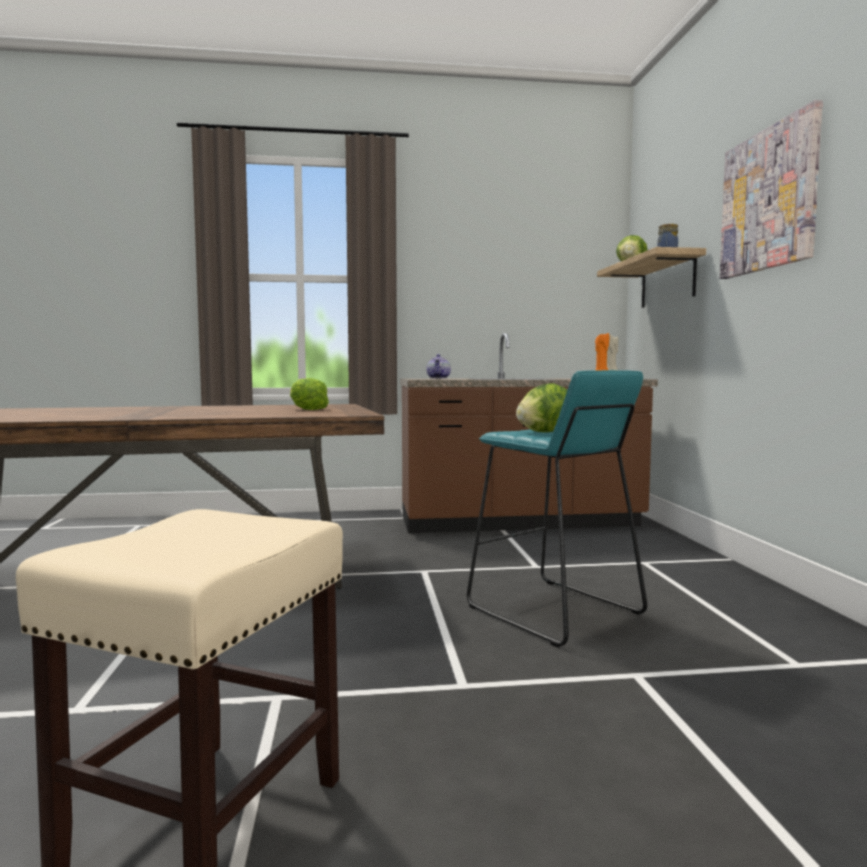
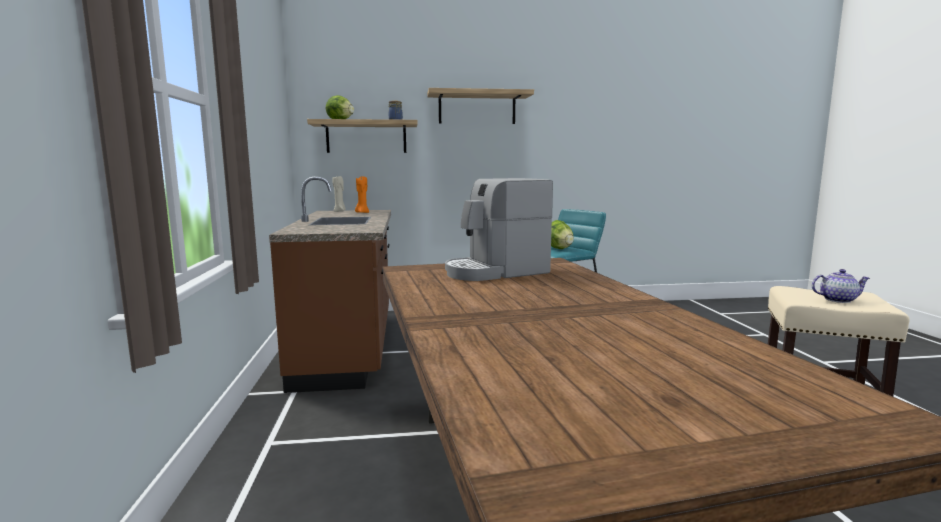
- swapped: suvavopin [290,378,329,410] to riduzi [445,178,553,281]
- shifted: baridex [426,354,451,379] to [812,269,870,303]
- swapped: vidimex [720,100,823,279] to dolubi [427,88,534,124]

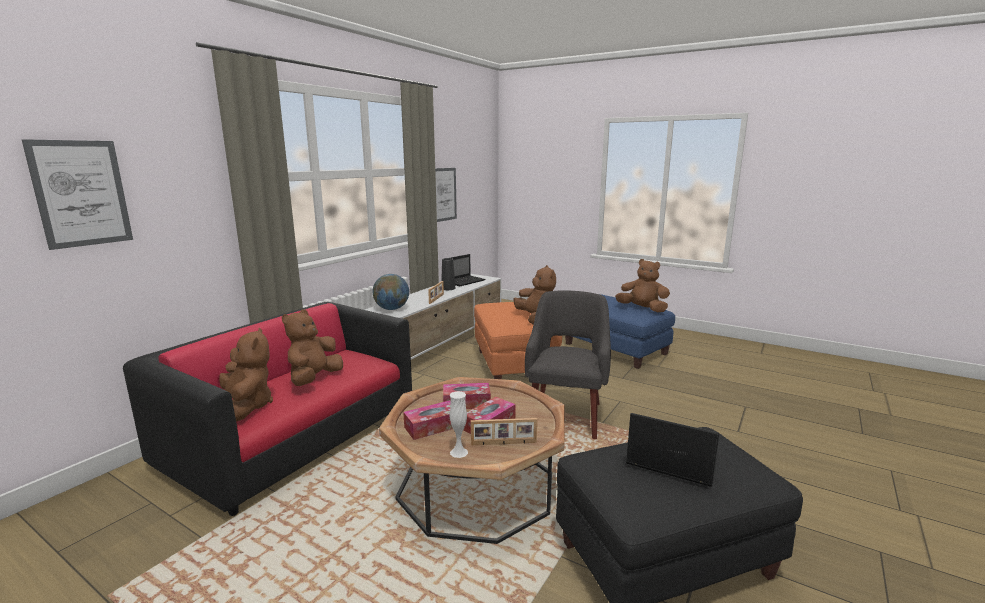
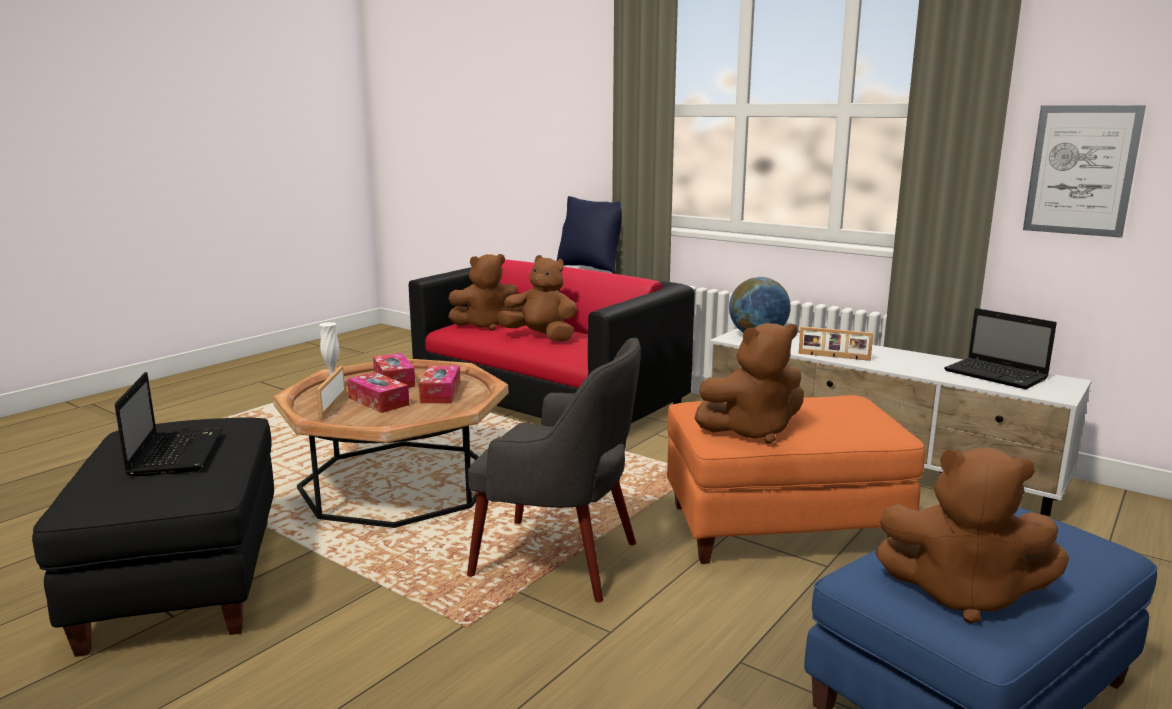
- gone: vidimex [22,139,133,250]
- gone: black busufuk [441,258,455,290]
- rotated: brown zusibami [615,259,670,312] = [875,448,1069,624] 75 degrees clockwise
- rotated: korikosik [626,413,719,487] = [114,372,222,476] 45 degrees counterclockwise
- new: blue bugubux [557,196,622,274]

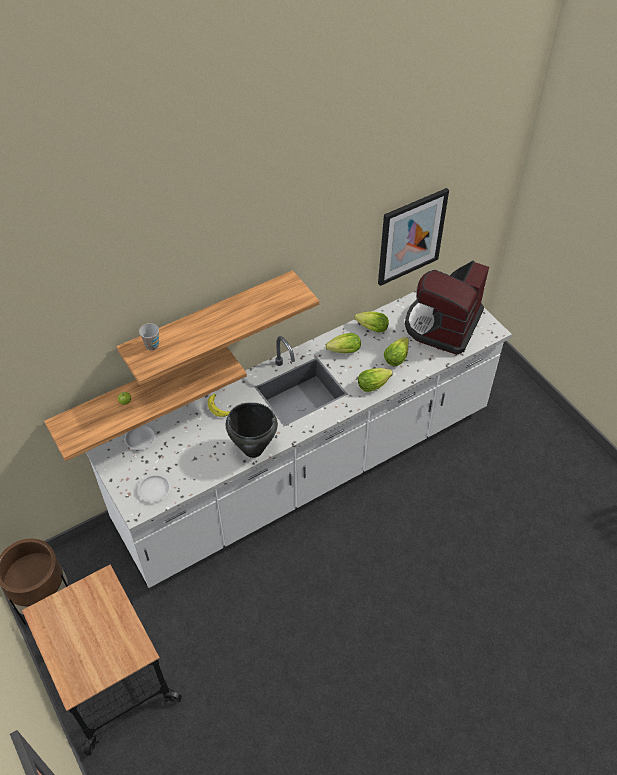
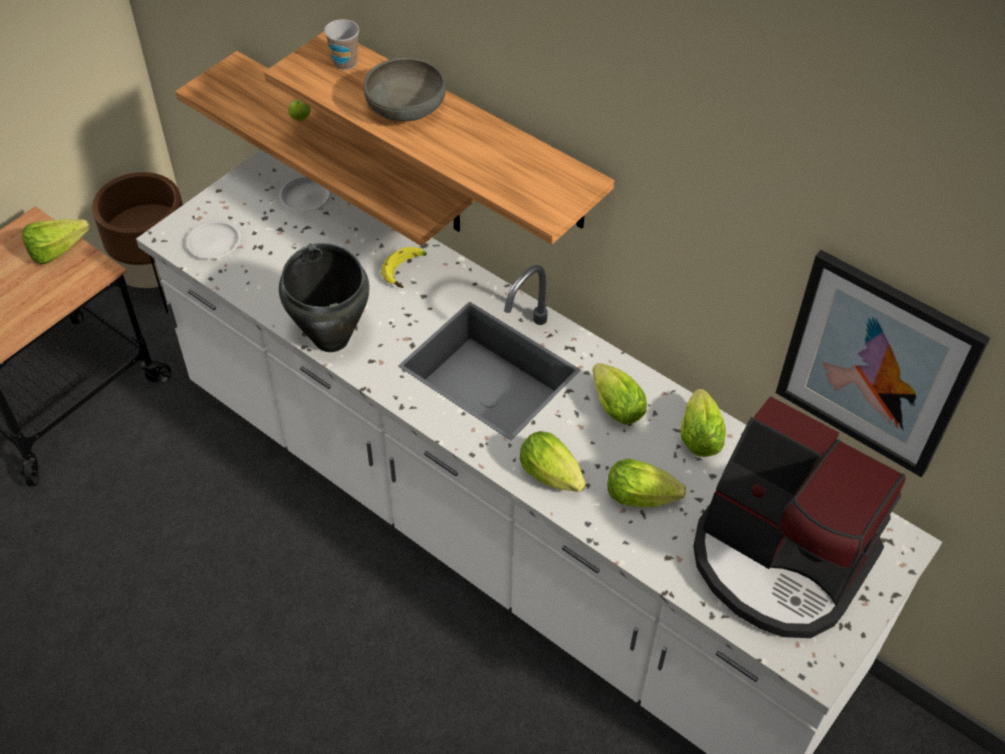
- rotated: riduzi [405,261,489,355] = [693,396,906,638] 150 degrees counterclockwise
- new: suvavopin [22,219,90,264]
- new: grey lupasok [364,57,446,121]

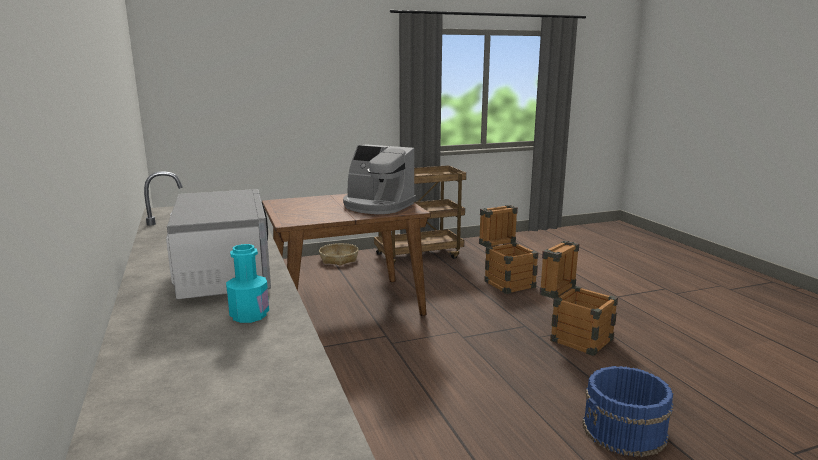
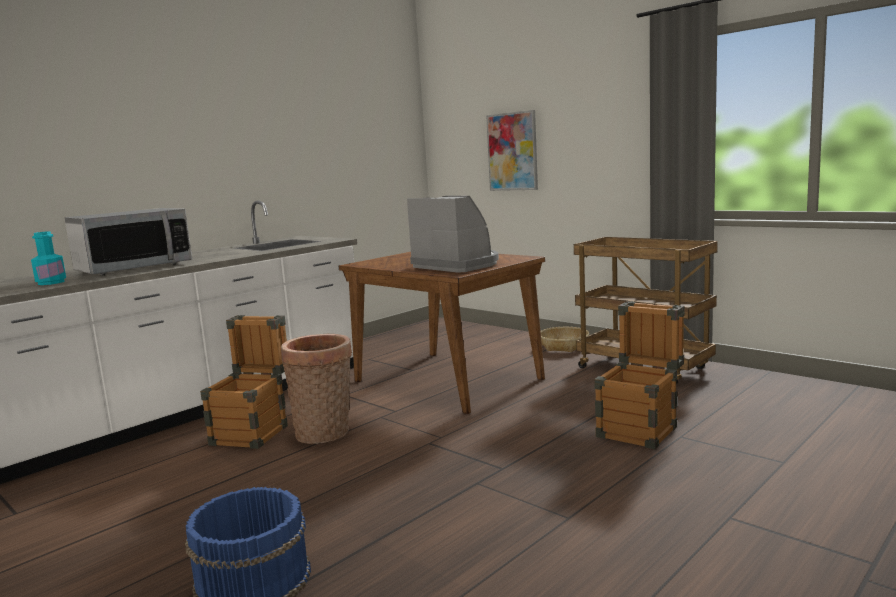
- rotated: riduzi [343,144,416,214] = [407,196,499,273] 135 degrees clockwise
- shifted: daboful [540,240,618,356] to [200,315,288,449]
- new: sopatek [281,334,352,444]
- new: vidimex [486,110,538,191]

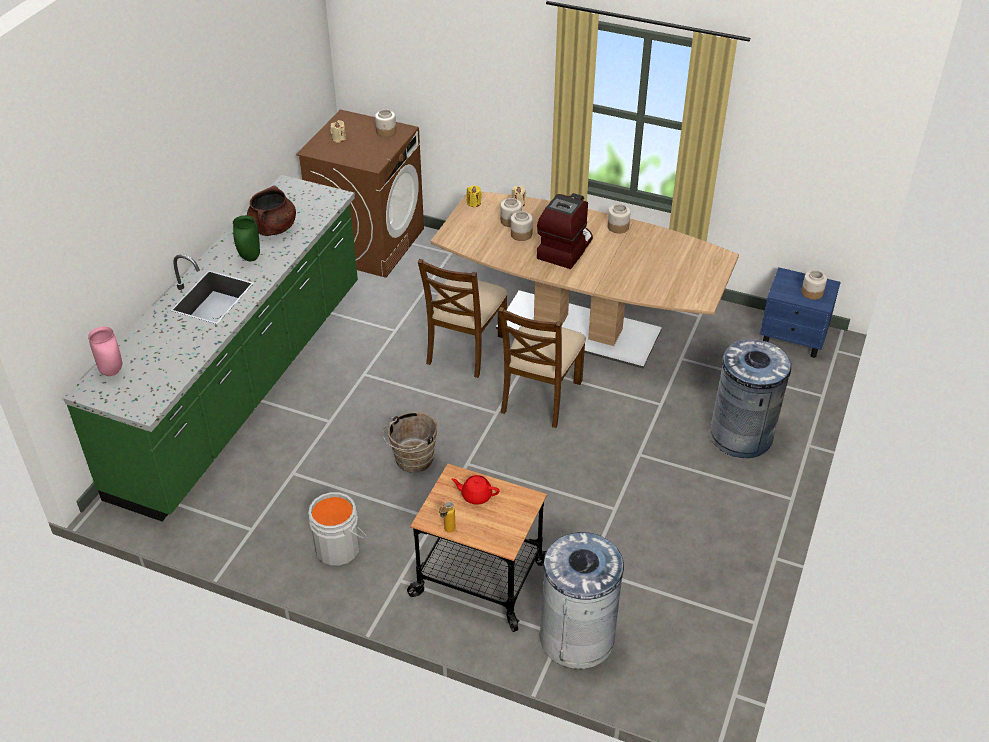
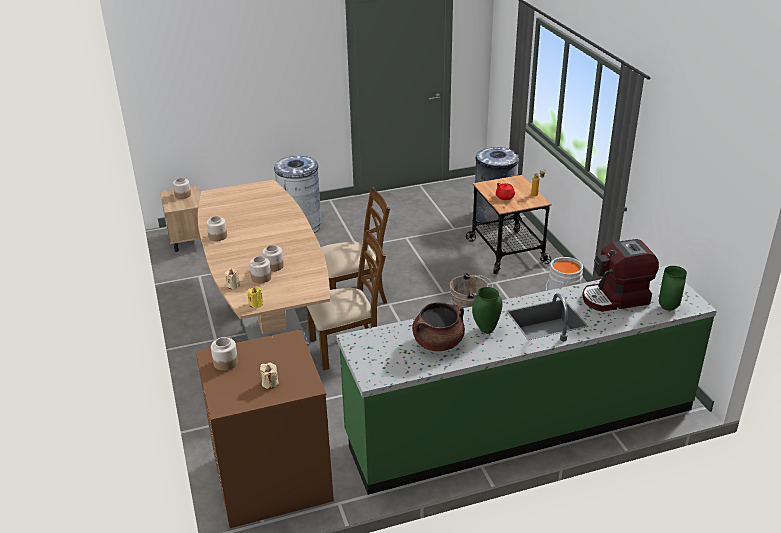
- repainted: pink busufuk [88,326,122,376] to green busufuk [659,266,687,311]
- shifted: riduzi [537,193,593,269] to [583,239,659,312]
- repainted: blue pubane [760,267,841,358] to beige pubane [160,186,203,252]

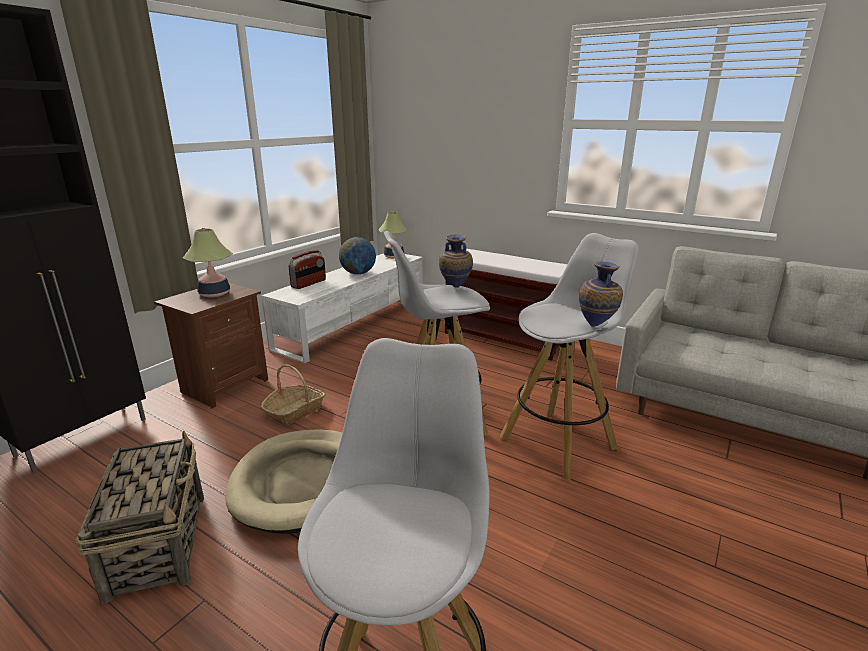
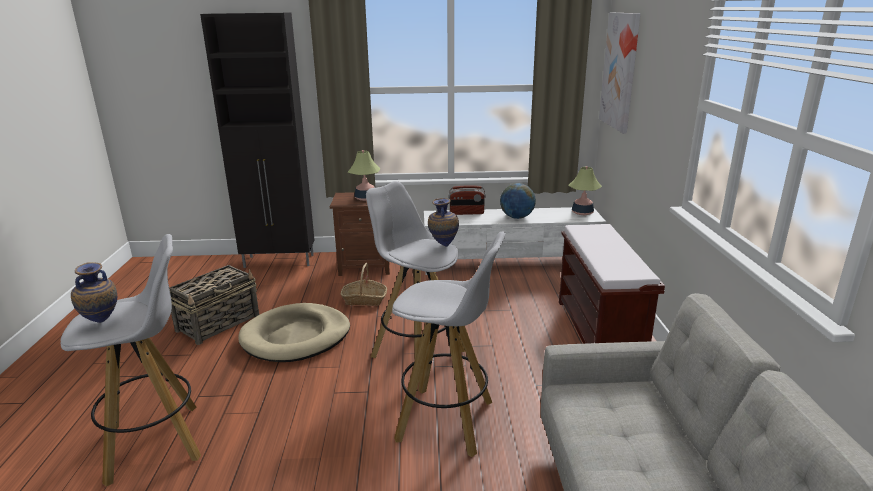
- shifted: busufuk [579,261,623,327] to [71,262,117,323]
- new: vidimex [599,13,640,134]

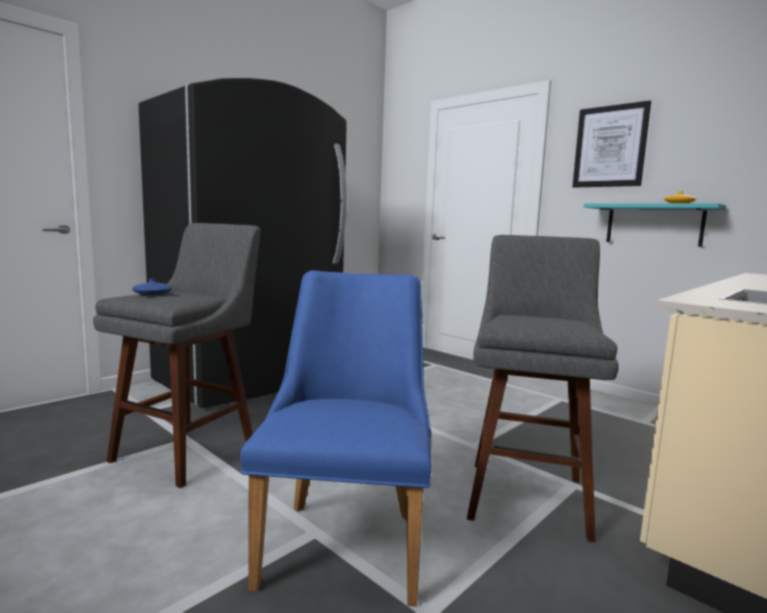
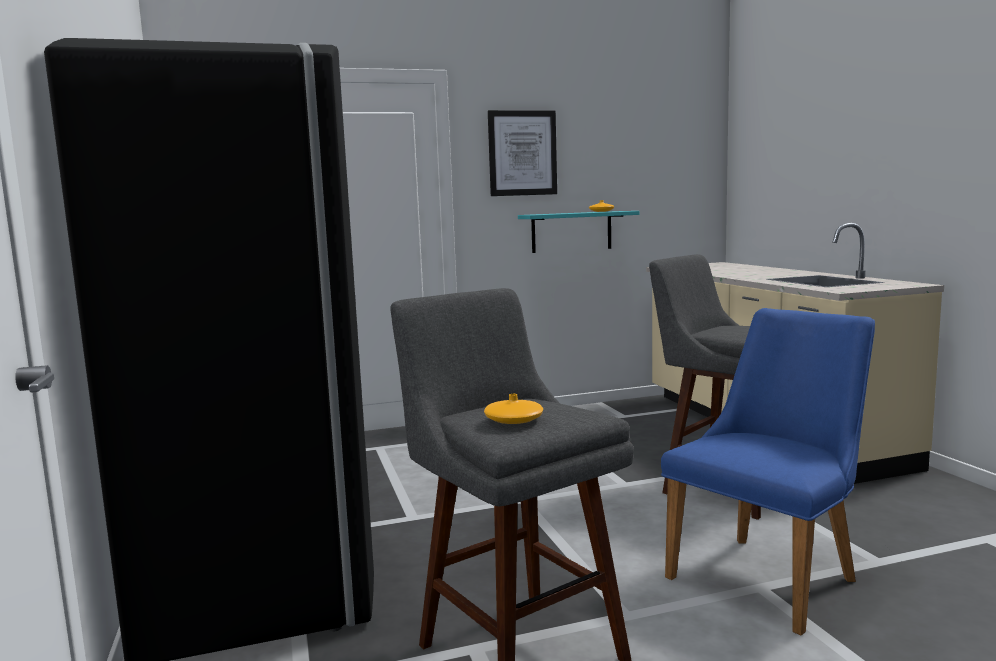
- repainted: blue busufuk [132,278,173,296] to orange busufuk [484,394,543,424]
- rotated: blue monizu [240,270,431,607] = [661,308,875,636] 105 degrees clockwise

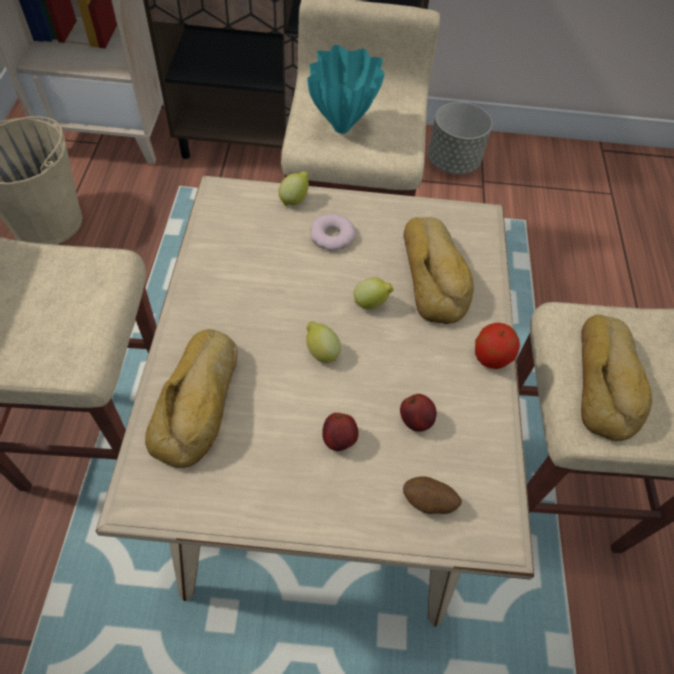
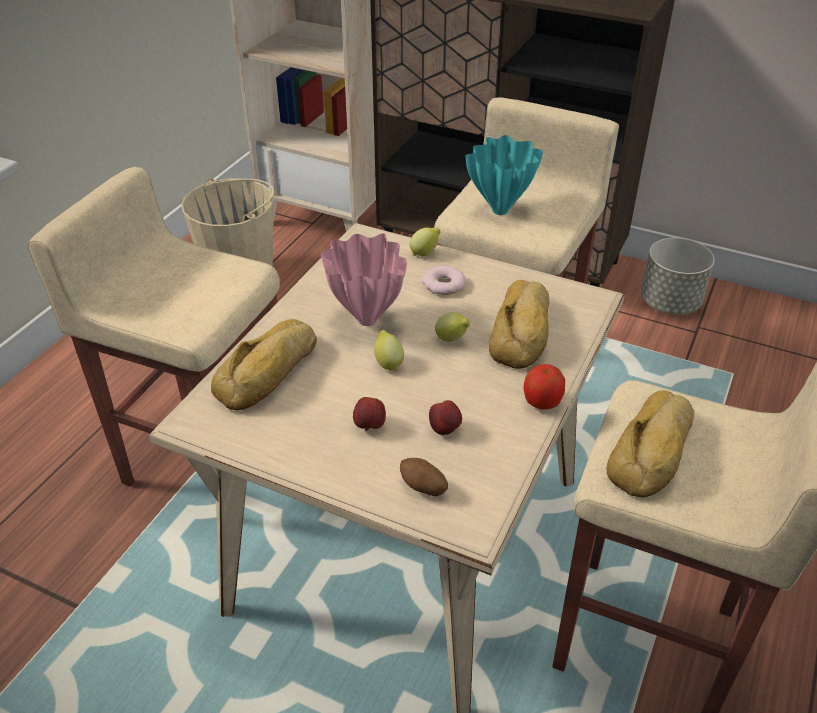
- new: pink busufuk [321,233,407,326]

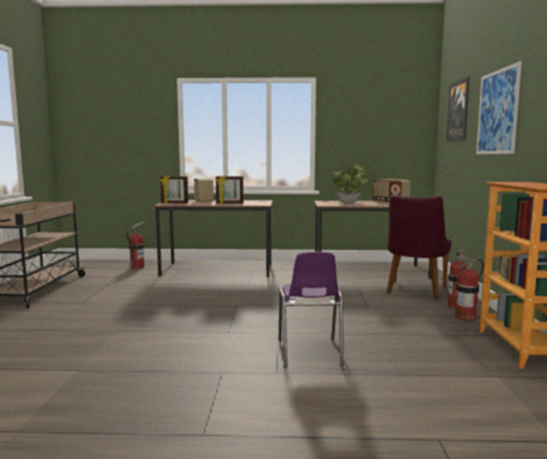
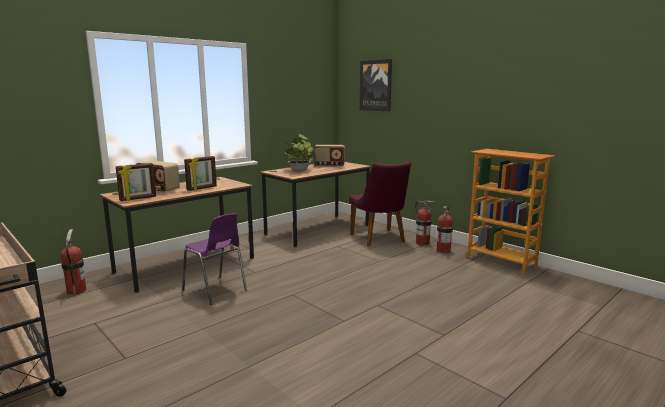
- shifted: purple monizu [279,252,343,367] to [182,213,247,305]
- gone: vidimex [476,61,522,154]

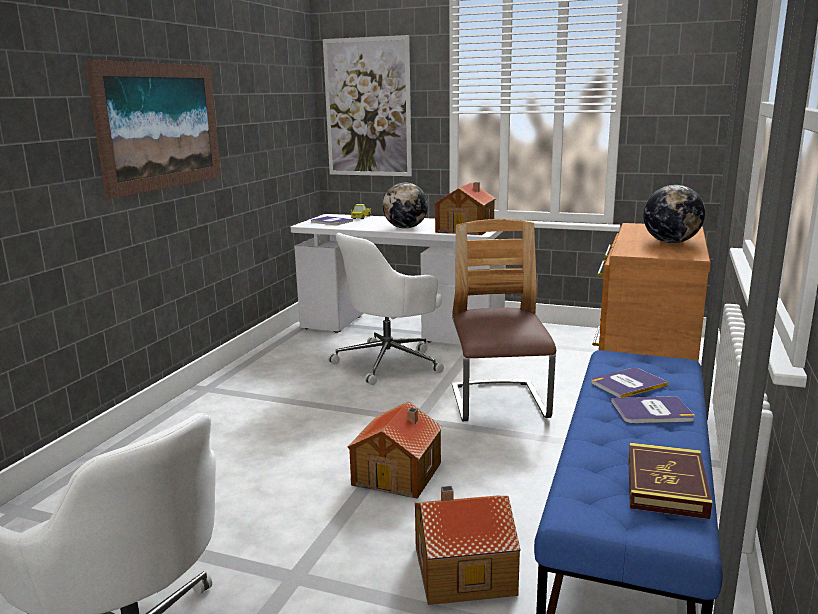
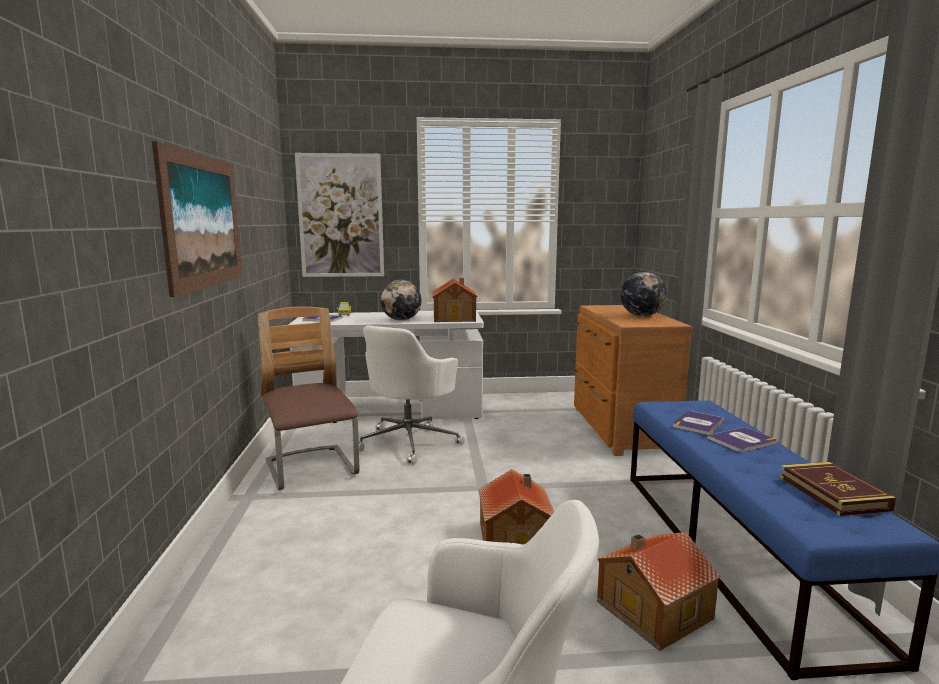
- shifted: monizu [452,219,556,421] to [258,307,359,490]

